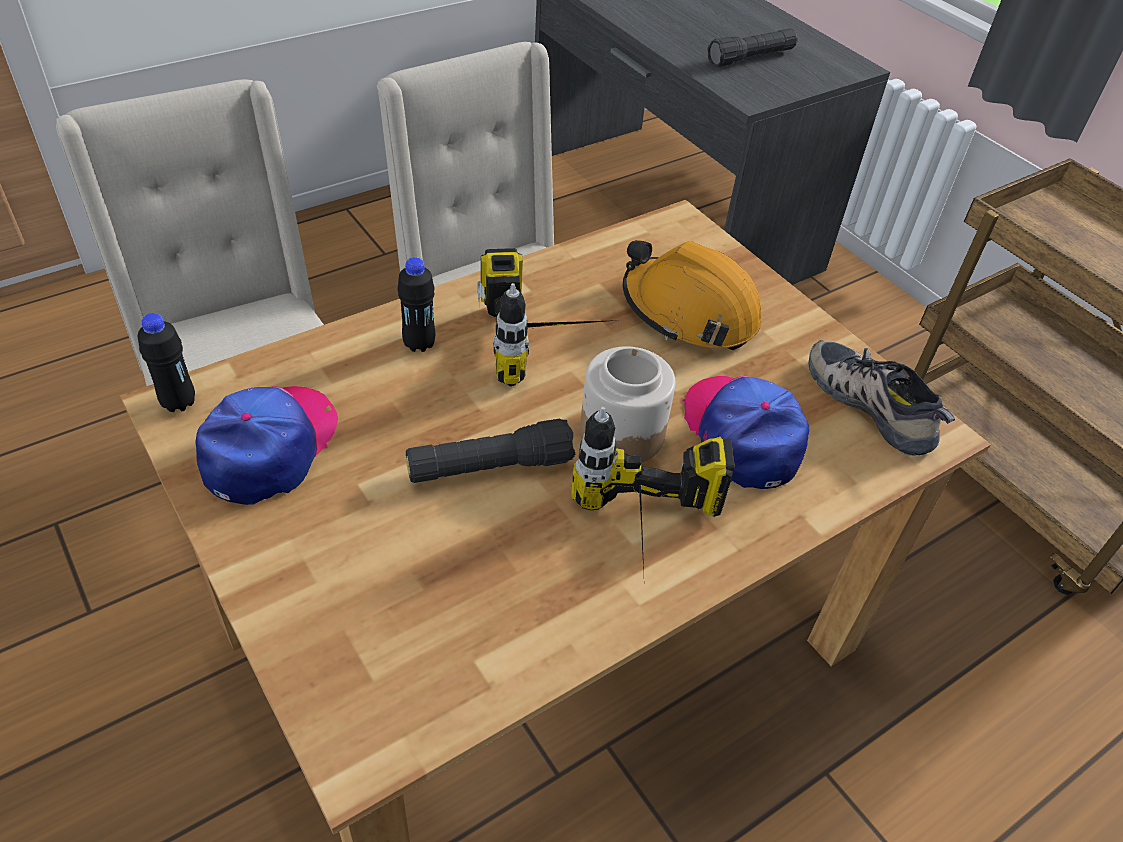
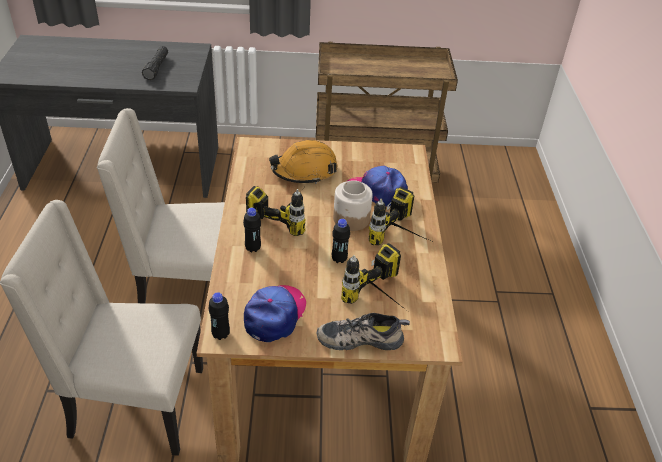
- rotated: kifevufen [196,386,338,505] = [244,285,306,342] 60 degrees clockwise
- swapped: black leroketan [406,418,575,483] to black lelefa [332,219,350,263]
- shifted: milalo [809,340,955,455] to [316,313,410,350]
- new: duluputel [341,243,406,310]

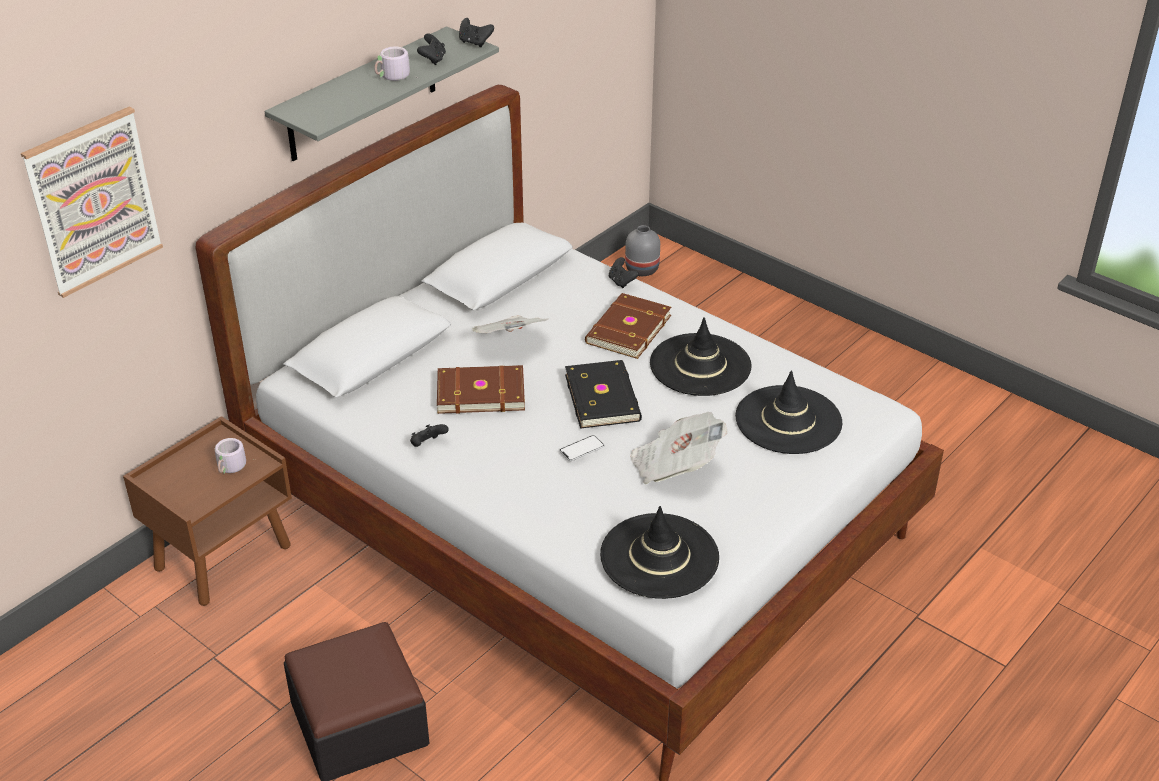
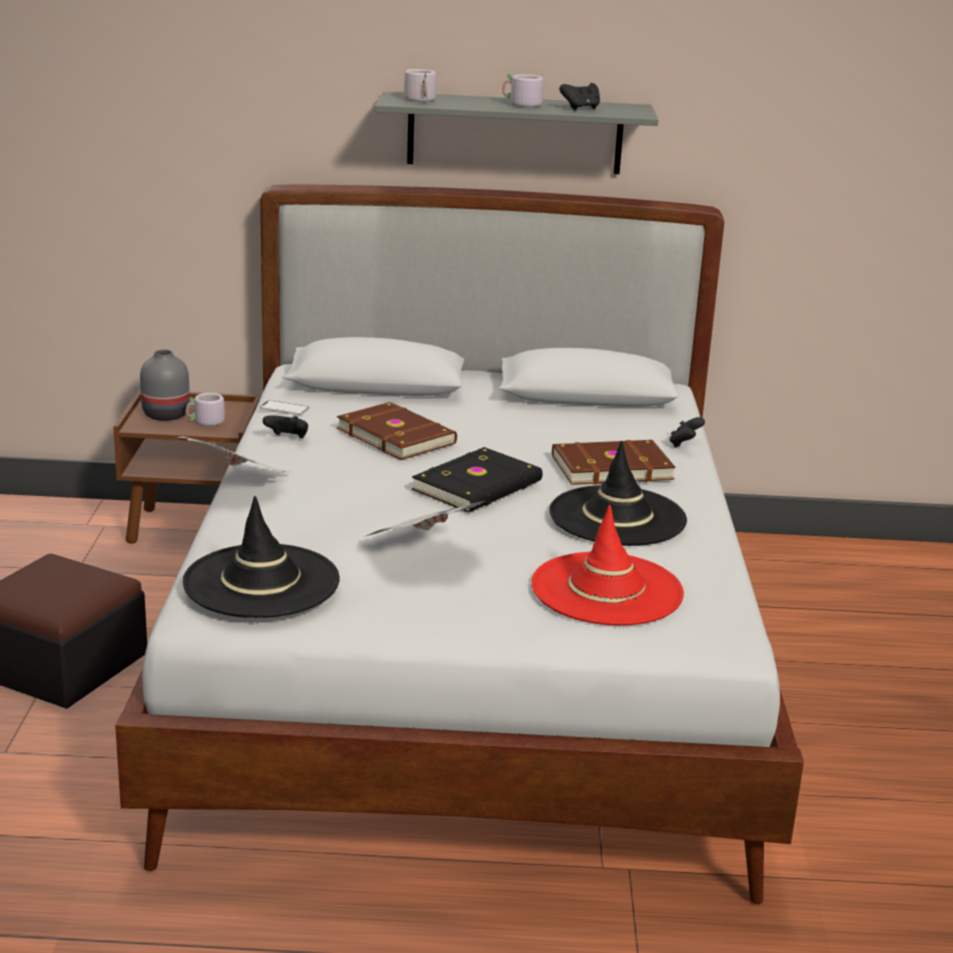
- gone: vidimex [21,107,163,298]
- gone: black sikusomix [459,18,494,47]
- shifted: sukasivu [472,315,548,333] to [178,437,292,473]
- shifted: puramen [559,435,605,461] to [260,400,310,415]
- shifted: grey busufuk [625,225,660,276] to [140,349,190,421]
- repainted: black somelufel [735,370,842,454] to red somelufel [531,505,684,626]
- new: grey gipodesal [404,69,436,102]

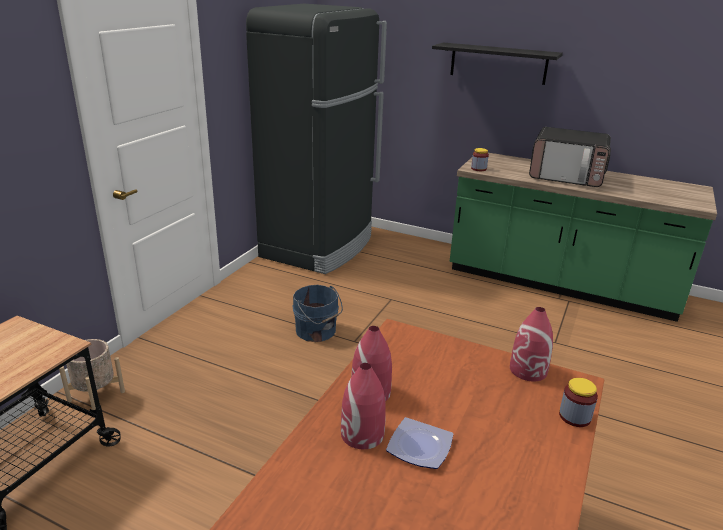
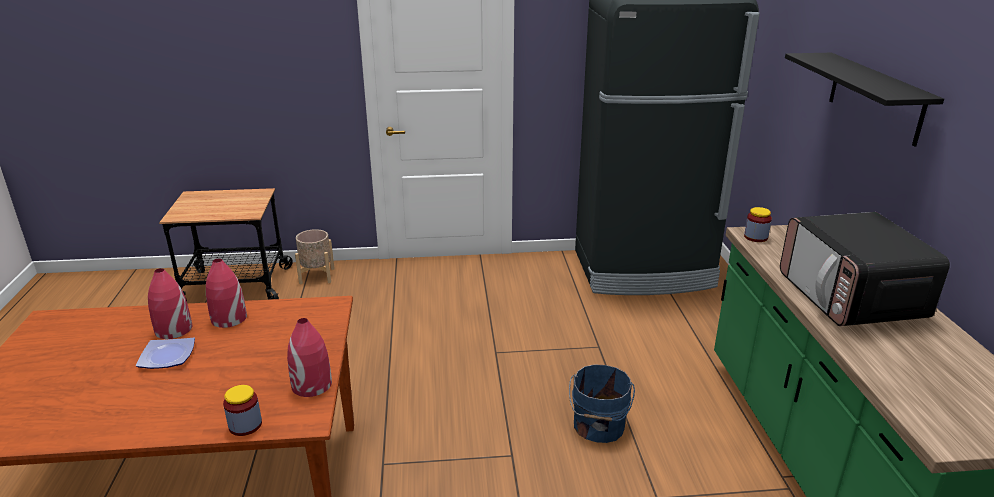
- shifted: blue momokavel [292,285,343,342] to [569,365,635,443]

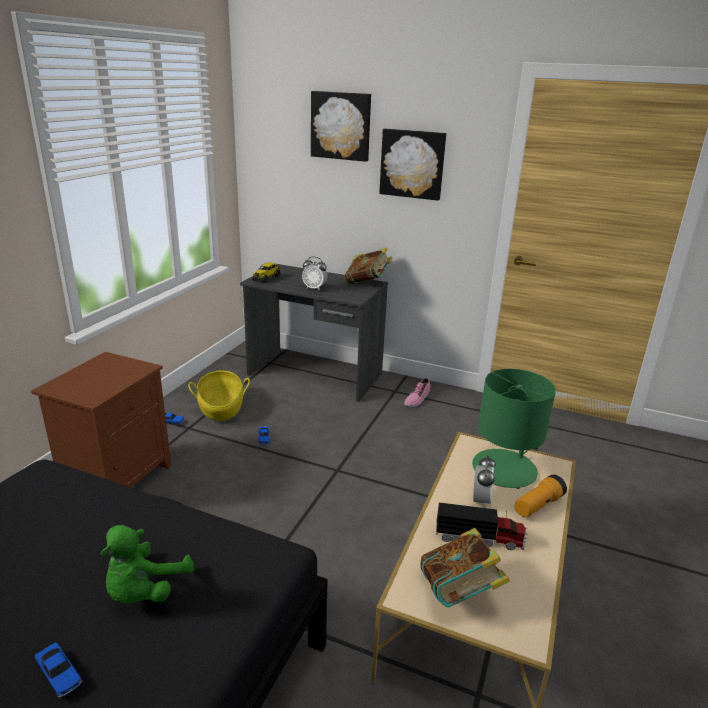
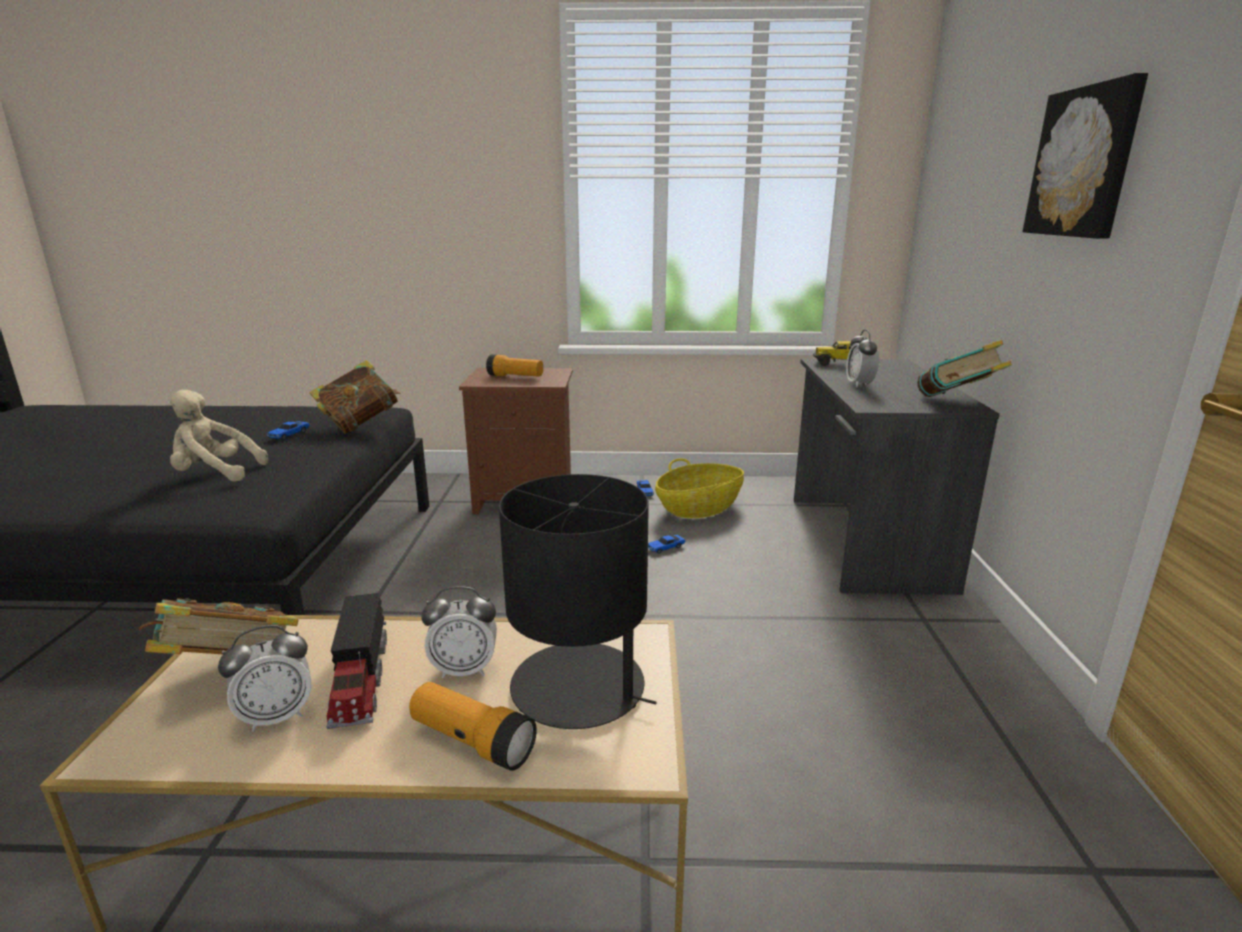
- shifted: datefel [35,642,82,697] to [267,421,310,440]
- repainted: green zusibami [100,525,194,603] to beige zusibami [170,390,268,482]
- gone: vidimex [311,91,371,162]
- gone: milalo [404,378,430,407]
- repainted: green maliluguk [472,369,556,489] to black maliluguk [499,474,657,729]
- new: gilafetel [218,625,311,732]
- new: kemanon [309,360,400,434]
- new: leroketan [486,354,543,376]

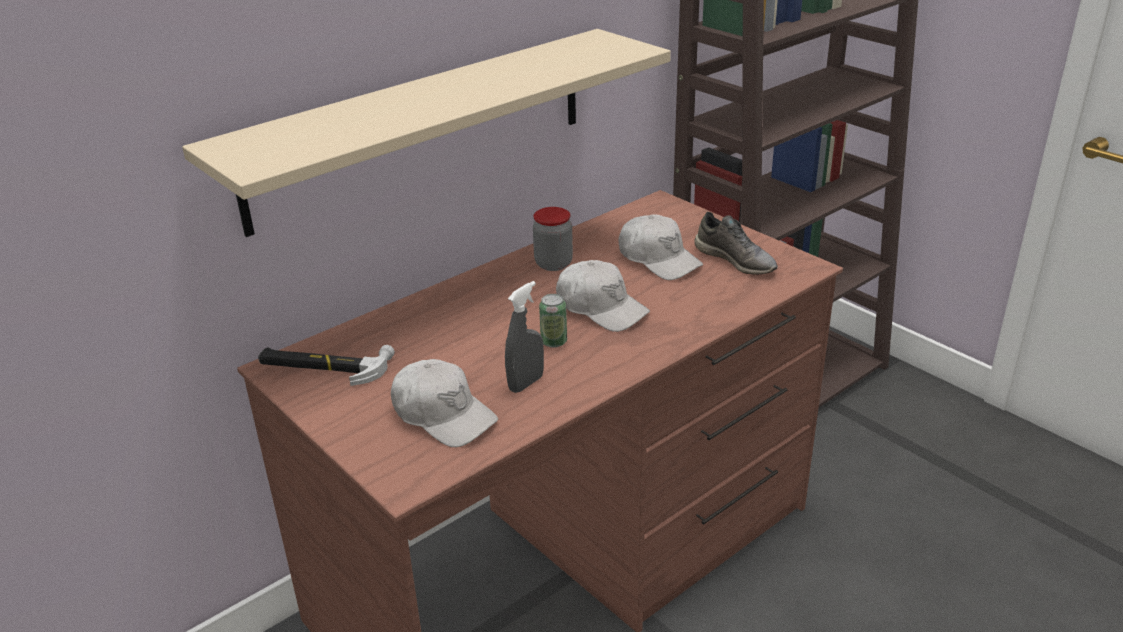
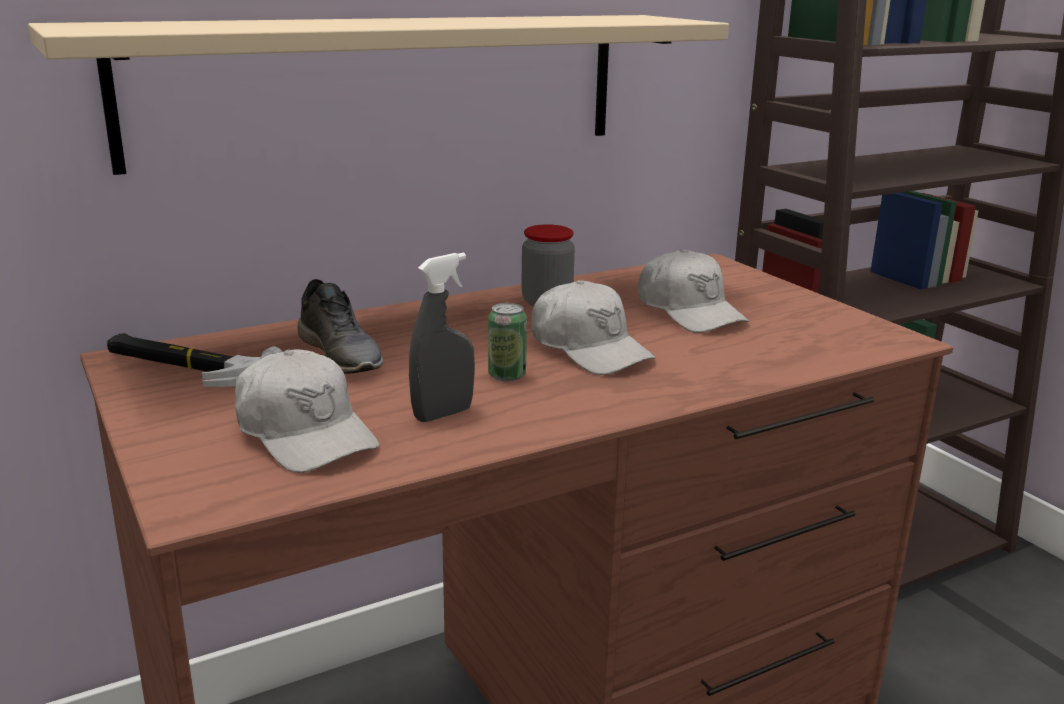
- shifted: grey milalo [694,212,778,275] to [297,279,383,374]

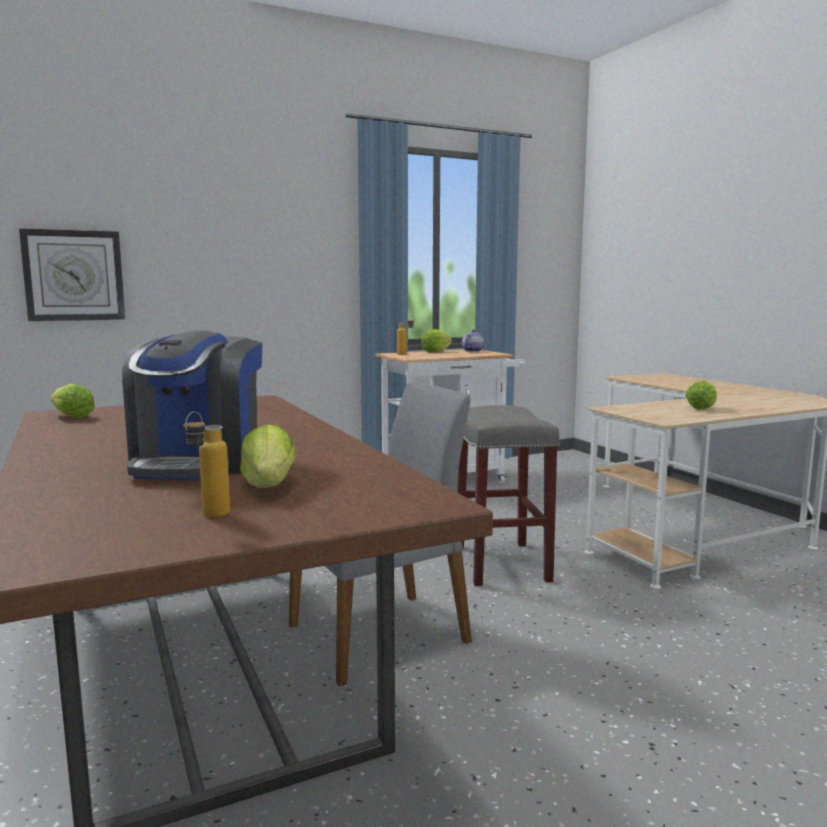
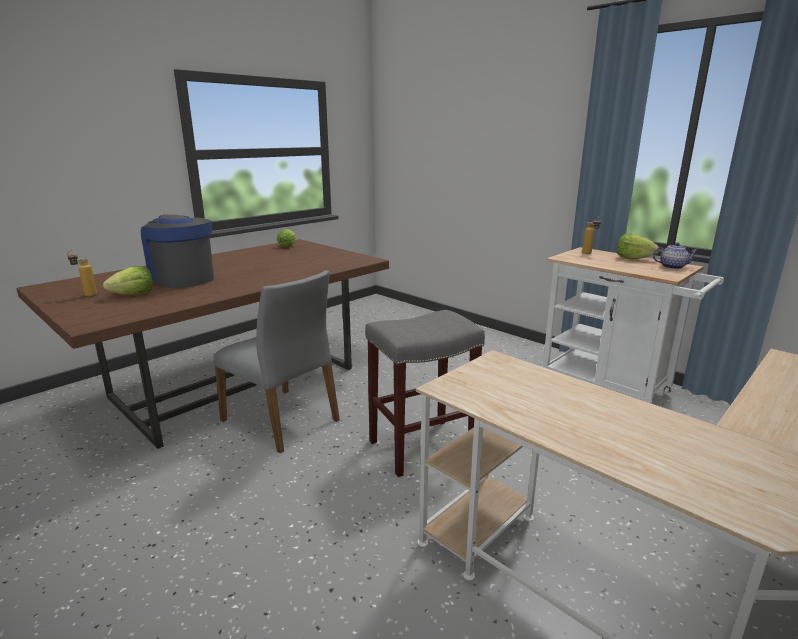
- gone: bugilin [19,228,125,321]
- rotated: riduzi [122,330,263,480] = [141,215,214,288] 60 degrees clockwise
- gone: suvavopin [685,381,717,410]

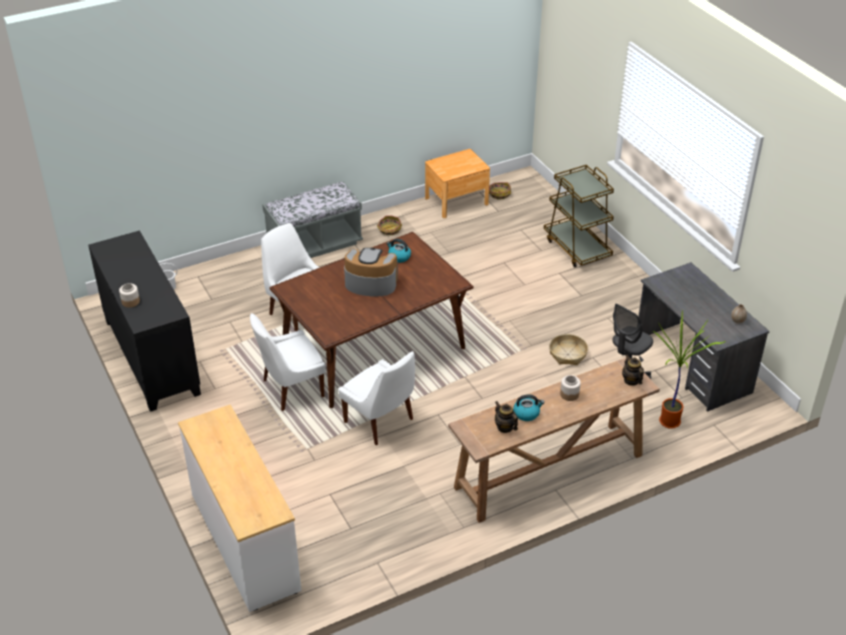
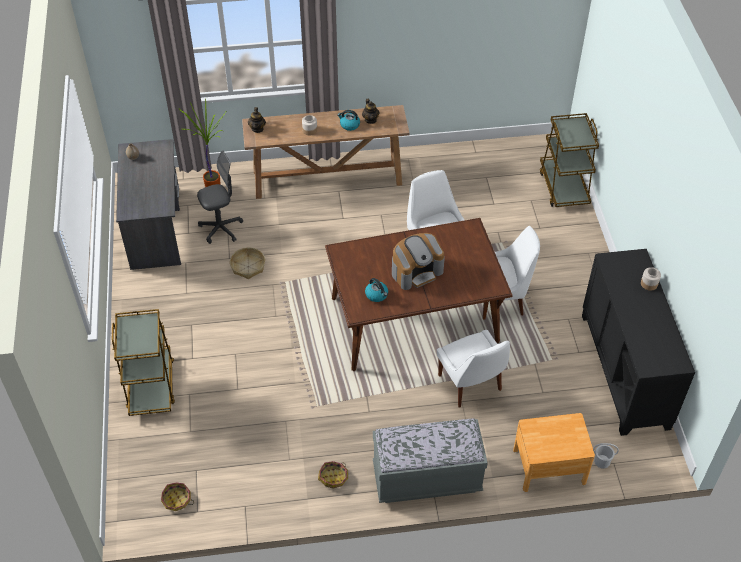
- swapped: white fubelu [178,405,302,612] to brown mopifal [540,113,599,207]
- rotated: riduzi [344,248,398,297] = [392,233,445,290] 60 degrees counterclockwise
- shifted: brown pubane [425,149,490,218] to [513,413,595,492]

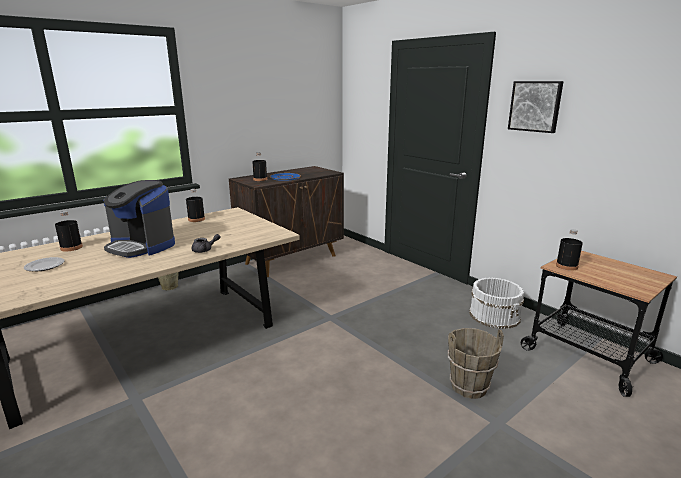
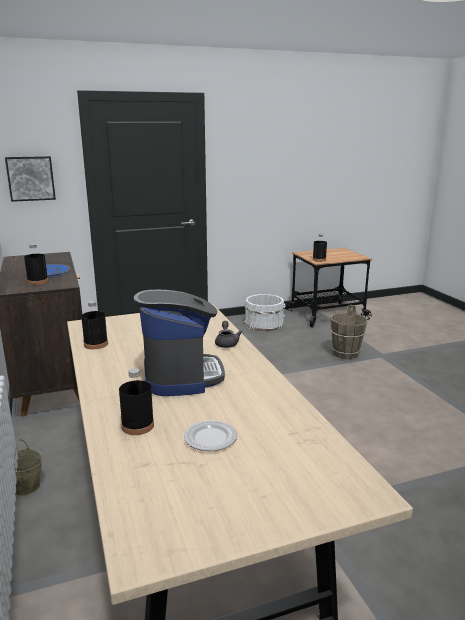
- rotated: riduzi [103,180,175,258] = [134,290,225,396] 60 degrees counterclockwise
- shifted: vidimex [508,81,564,133] to [5,156,56,202]

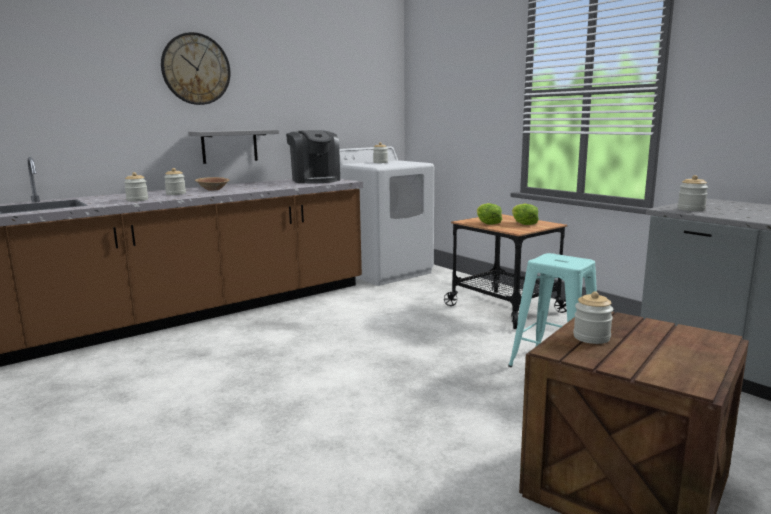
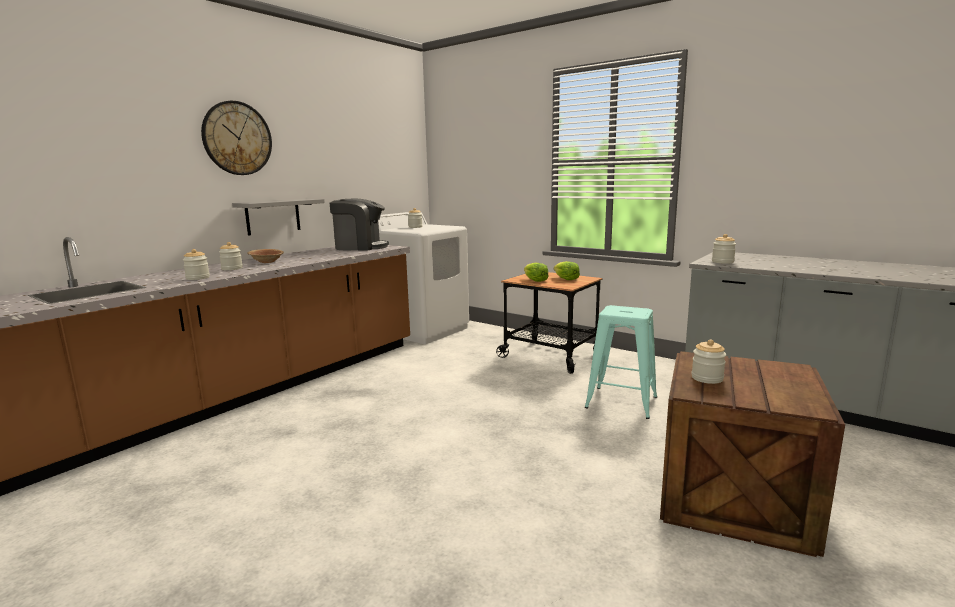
- rotated: riduzi [286,130,340,184] = [330,199,389,251] 45 degrees counterclockwise

